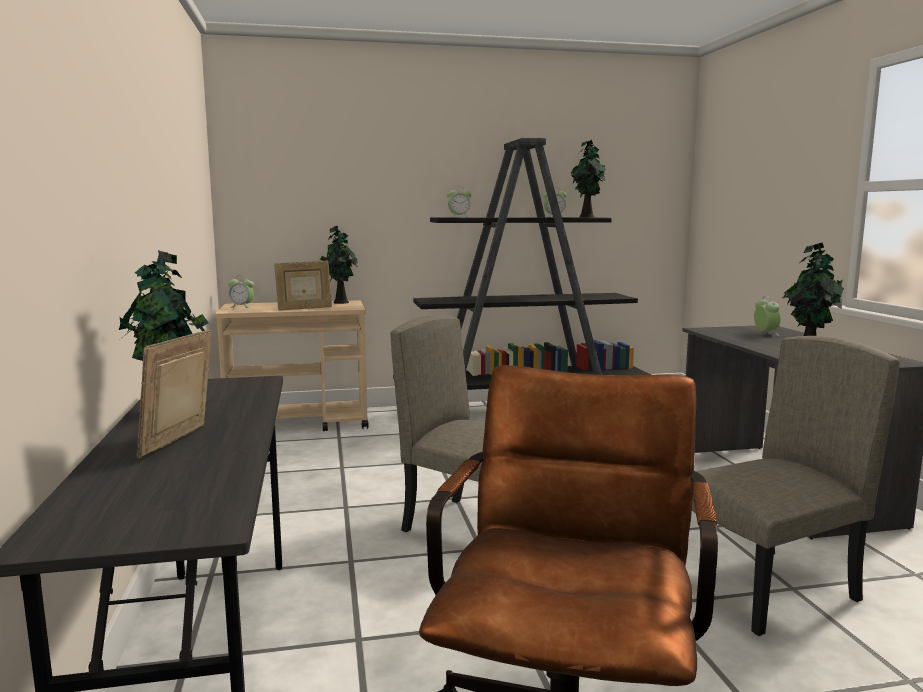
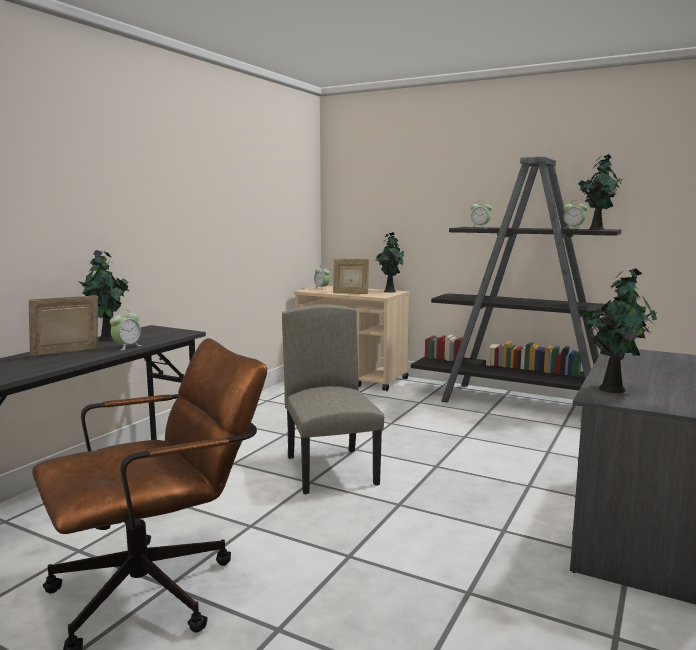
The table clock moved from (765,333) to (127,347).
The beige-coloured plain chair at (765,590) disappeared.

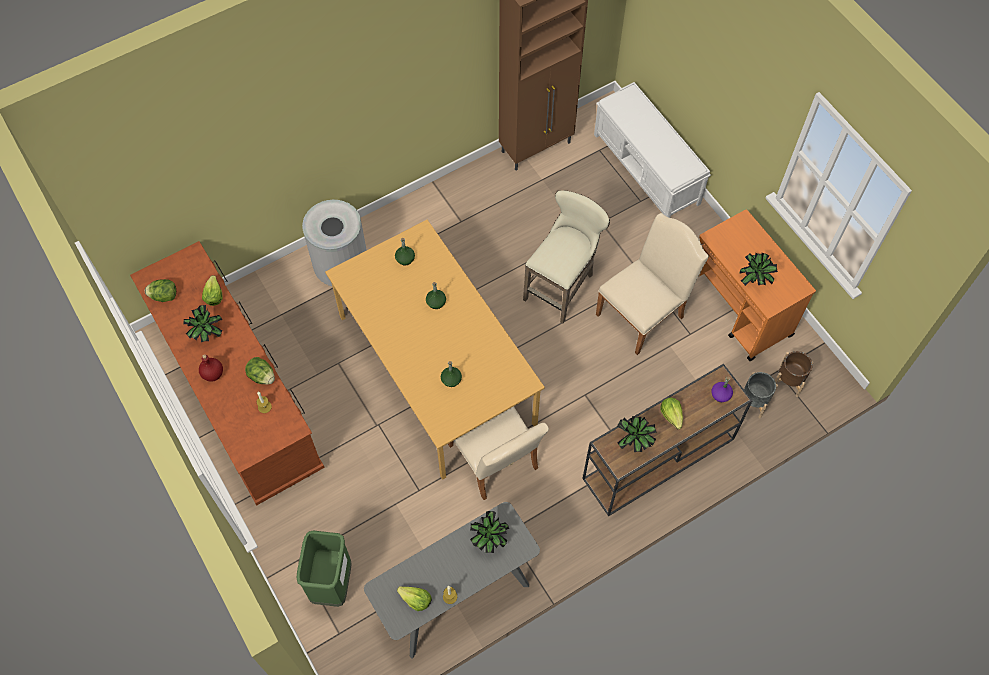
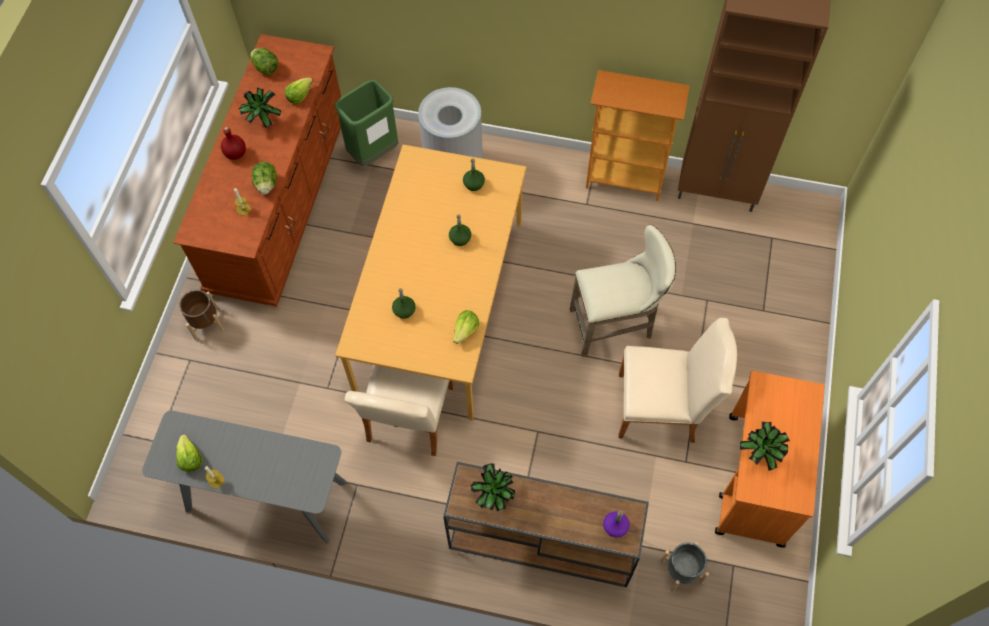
The brownish plant pot moved from (789,381) to (205,323).
The greenish waste bin moved from (332,584) to (373,153).
The lettuce moved from (672,415) to (465,331).
The bookshelf at (625,179) appeared.
The plant in a pot at (488,540) disappeared.
The white-coloured long seat at (647,169) disappeared.

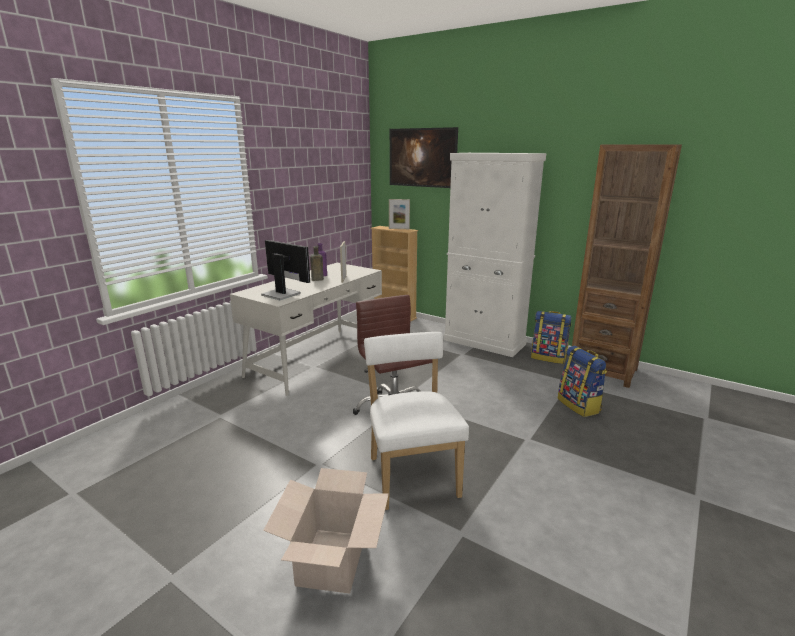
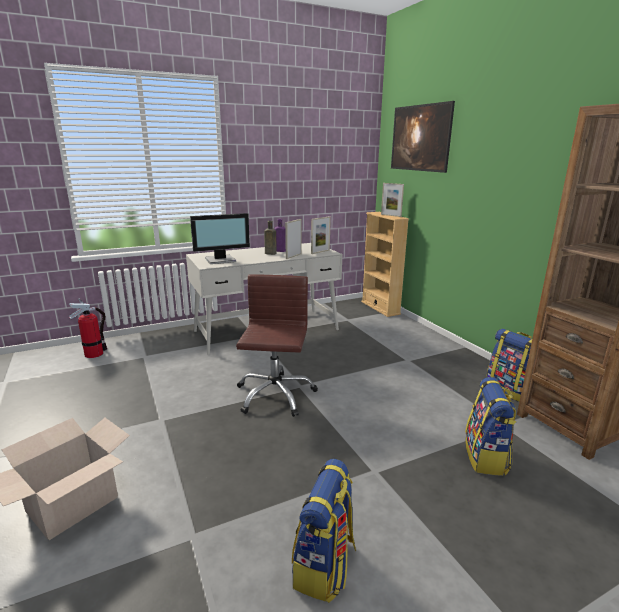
The fire-fighting cylinder at (94,354) appeared.
The computer display at (282,294) turned 90 degrees clockwise.
The backpack at (325,566) appeared.
The photo frame at (320,252) appeared.
The white-coloured plain chair at (412,473) disappeared.
The white-coloured cabinet at (484,342) disappeared.

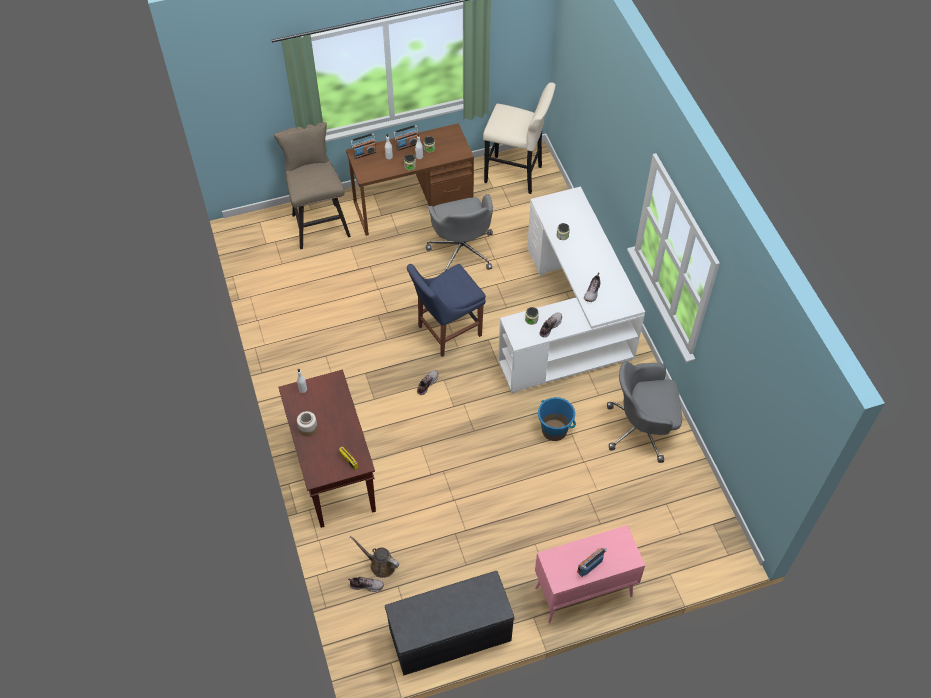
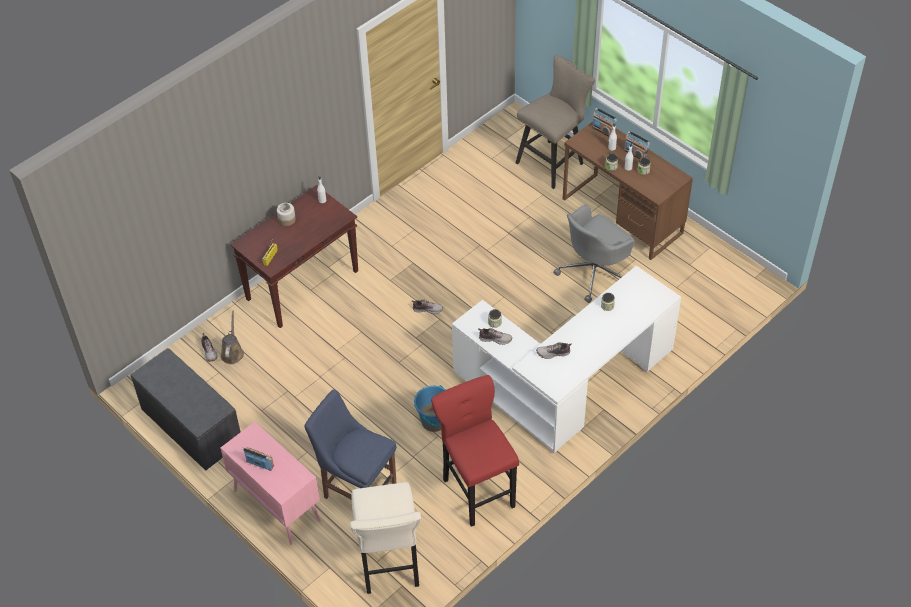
The bluish plain chair moved from (446,332) to (357,488).
The beige-coloured stool seat moved from (516,175) to (389,566).
The gray office chair at (642,428) was replaced by the red-coloured stool seat at (477,490).

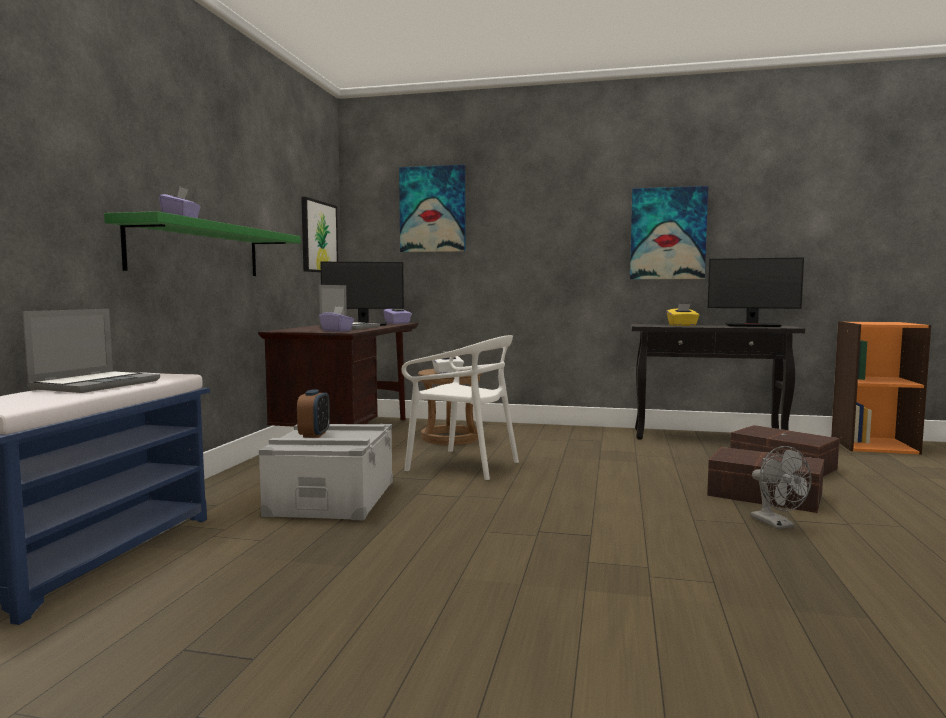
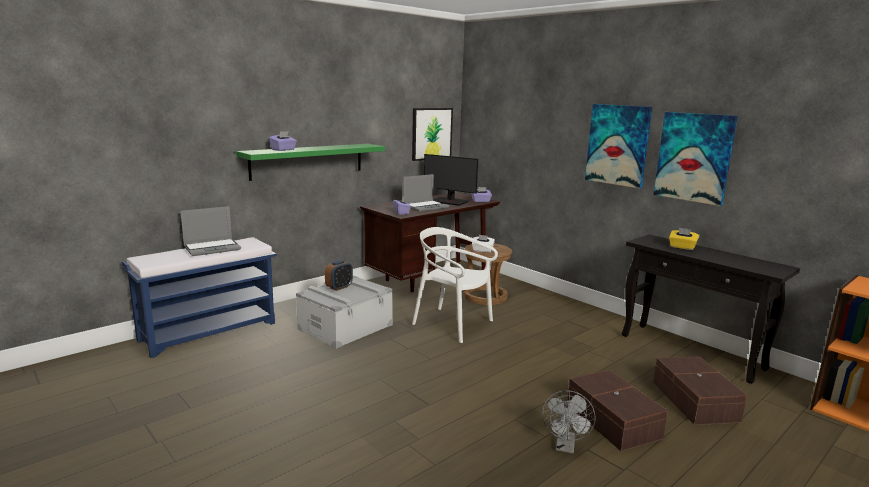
The white-coloured plain chair at (463,465) turned 150 degrees clockwise.
The wall picture moved from (432,209) to (617,145).
The computer display at (752,325) disappeared.

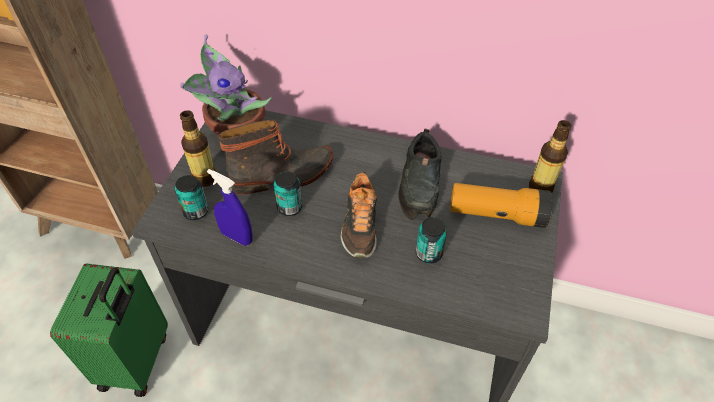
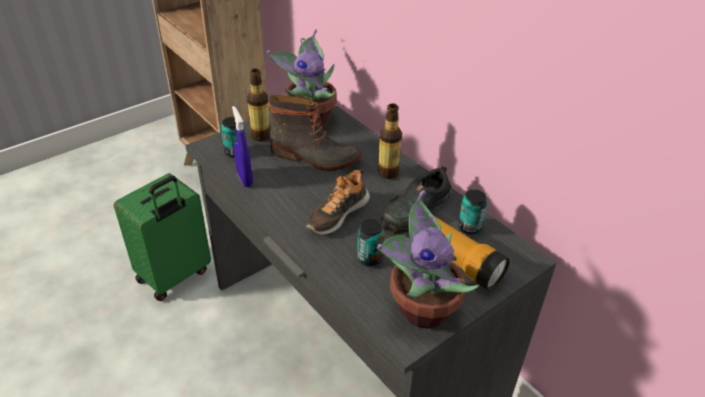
The bottle moved from (540,188) to (388,172).
The plant in a pot at (420,307) appeared.
The metal can moved from (289,207) to (469,227).

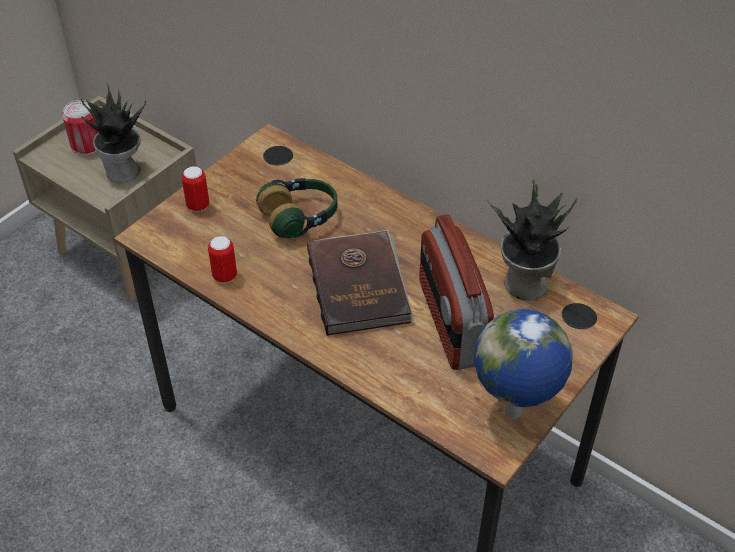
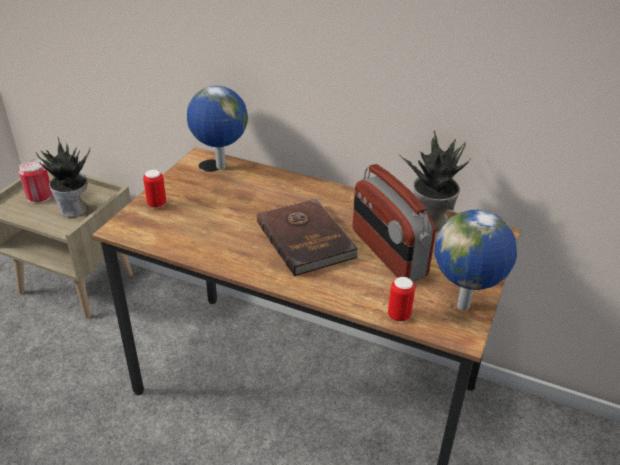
The desk globe at (220,167) appeared.
The metal can moved from (224,276) to (399,315).
The headset at (300,218) disappeared.

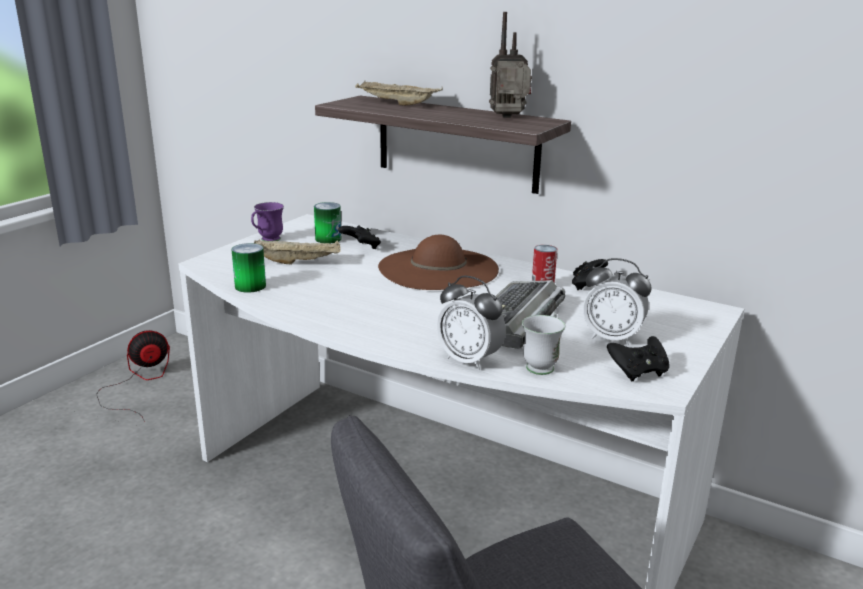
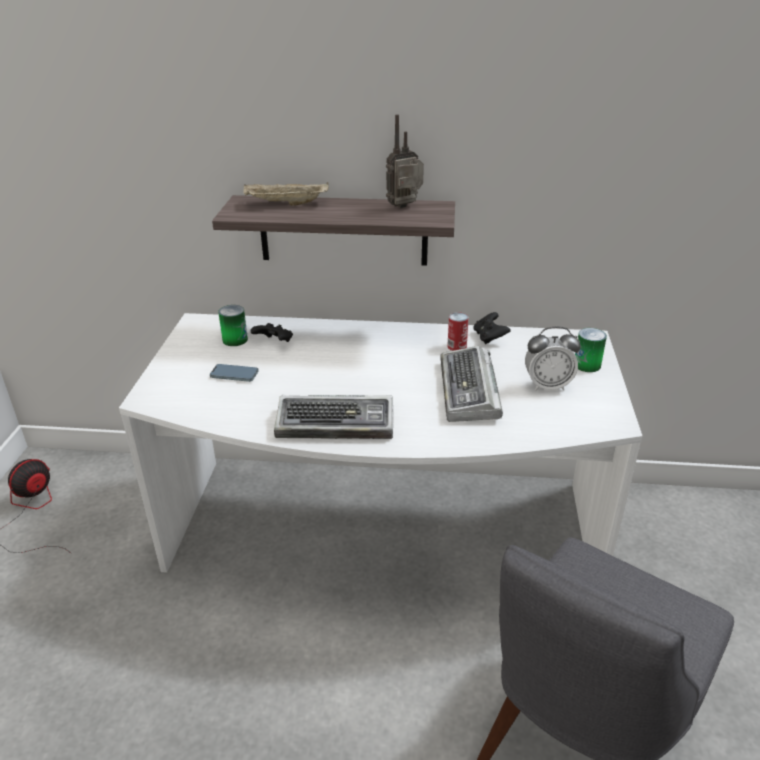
The beige-coloured serving tray at (298,262) was replaced by the telephone at (234,375).
The keyboard at (337,423) appeared.
The metal can moved from (250,286) to (587,365).
The purple-coloured mug at (267,240) disappeared.
The brownish hat at (438,269) disappeared.
The table clock at (469,360) disappeared.
The white-coloured mug at (542,365) disappeared.
The black-coloured joypad at (638,372) disappeared.

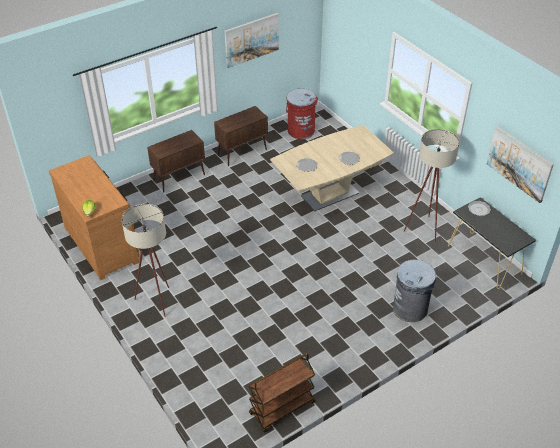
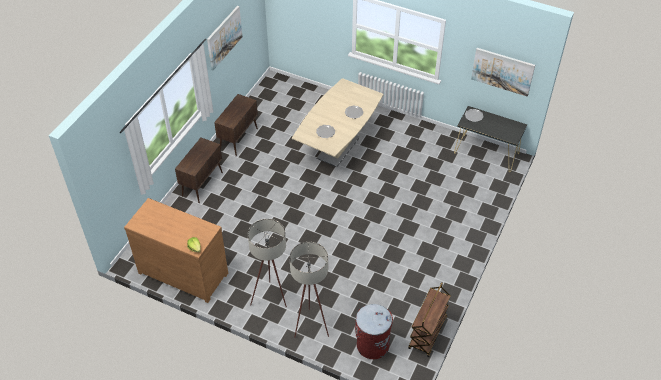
The beige-coloured standard lamp moved from (424,227) to (310,324).
The red-coloured waste bin moved from (301,130) to (372,345).
The gray waste bin at (410,309) disappeared.

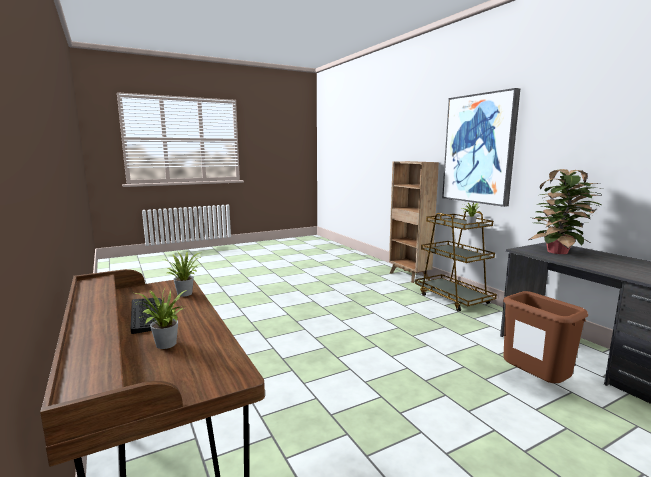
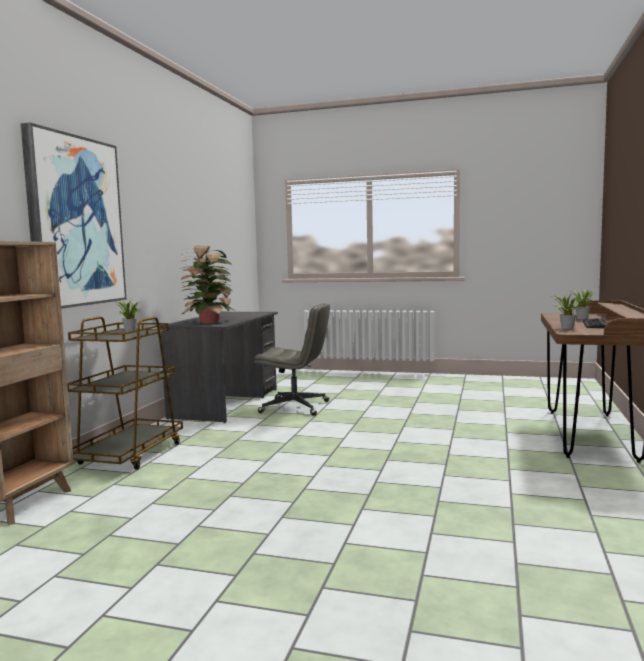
The brownish waste bin at (533,383) was replaced by the gray office chair at (296,407).

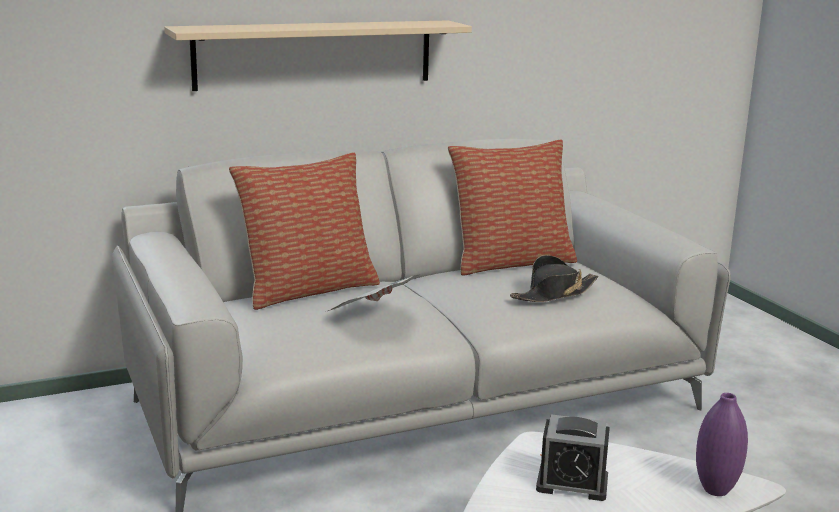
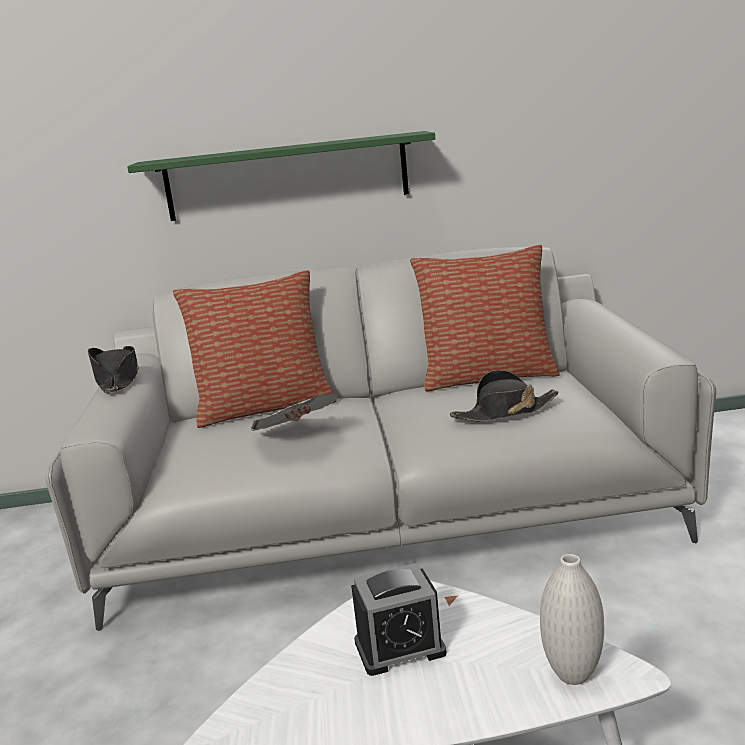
The black-coloured hat at (117,379) appeared.
The beige-coloured shelf at (314,54) became the greenish shelf at (287,177).
The table clock at (572,483) turned 45 degrees counterclockwise.
The purple-coloured decorative vase at (715,490) became the white-coloured decorative vase at (572,675).

